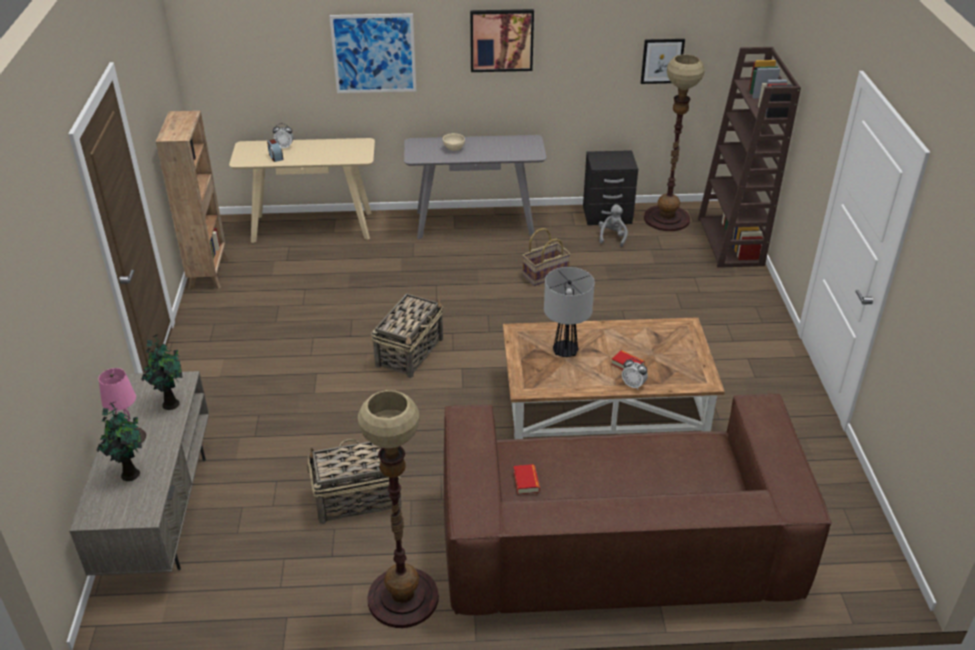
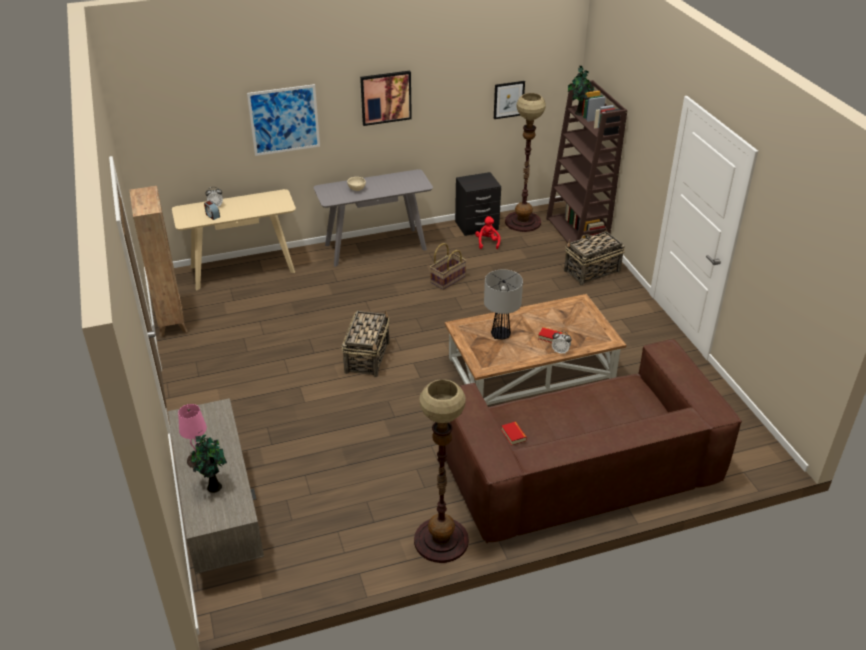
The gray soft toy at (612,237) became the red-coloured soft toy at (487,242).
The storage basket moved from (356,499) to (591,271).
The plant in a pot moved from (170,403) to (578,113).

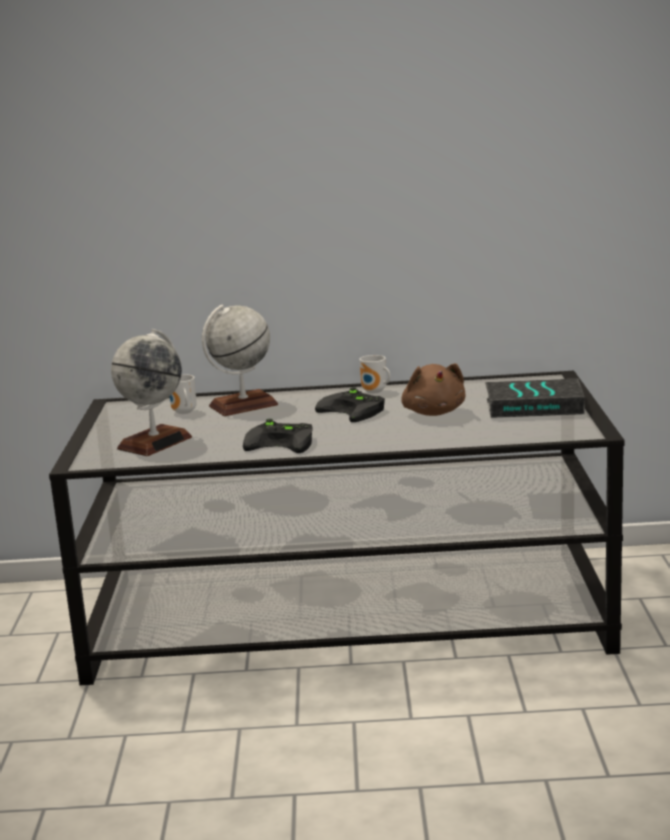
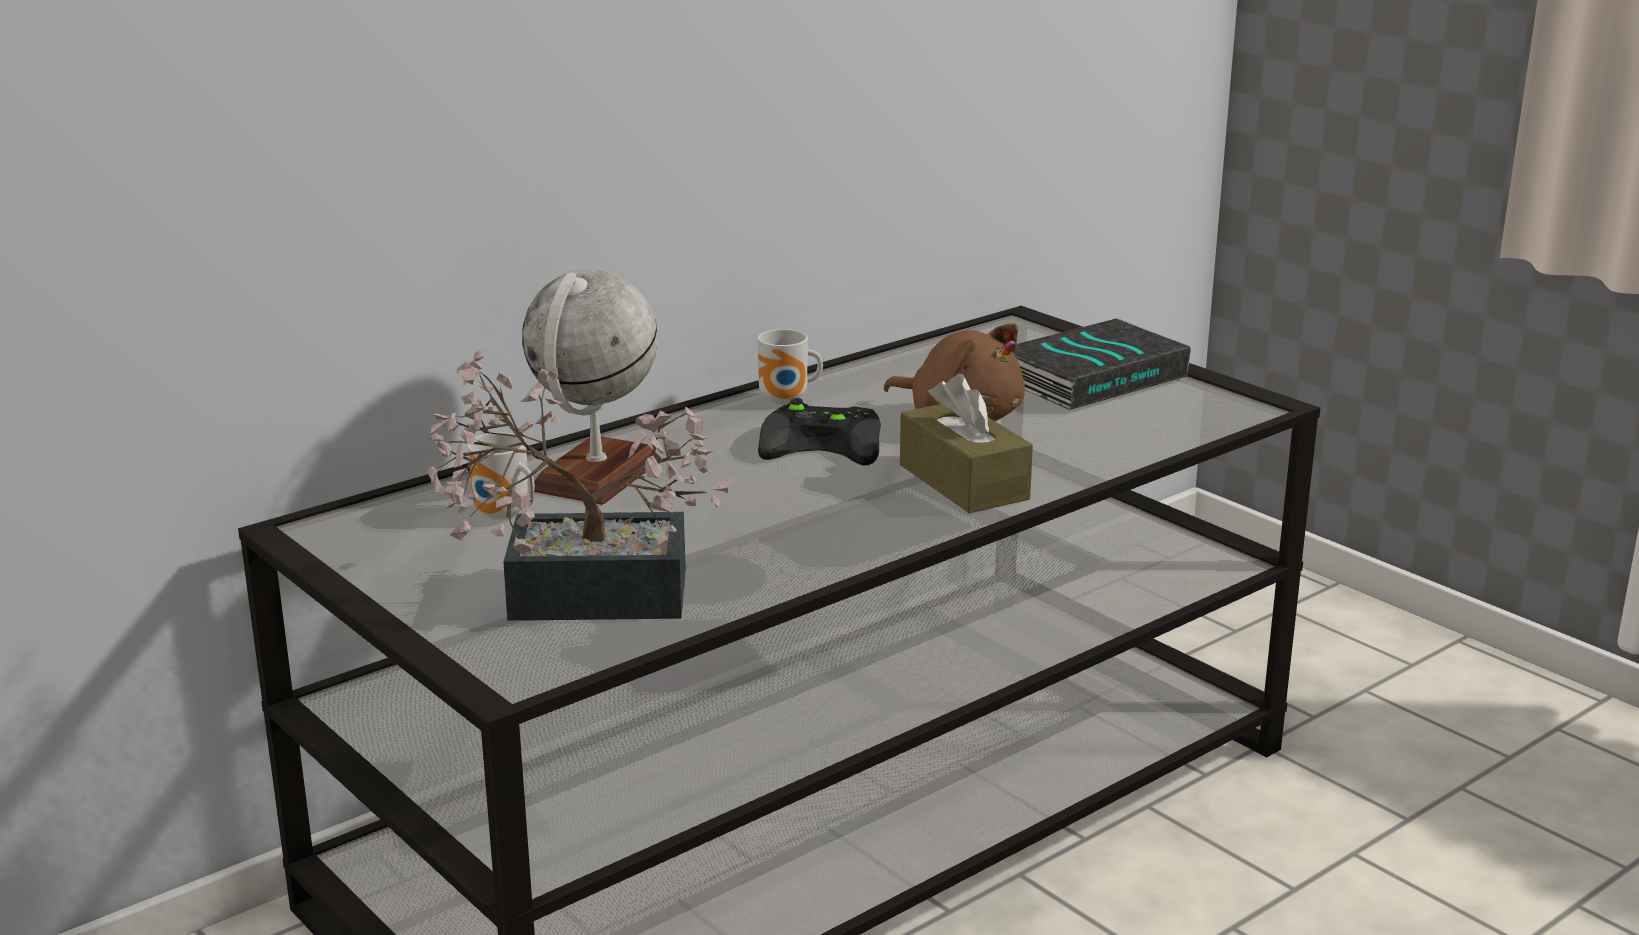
The desk globe at (155,443) was replaced by the plant in a pot at (575,592).
The brownish box of tissues at (963,482) appeared.
The black-coloured joypad at (284,442) disappeared.

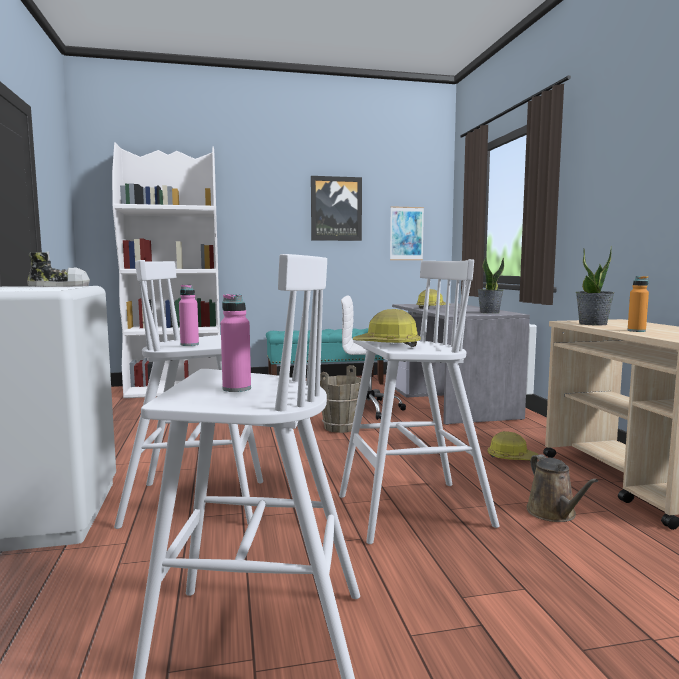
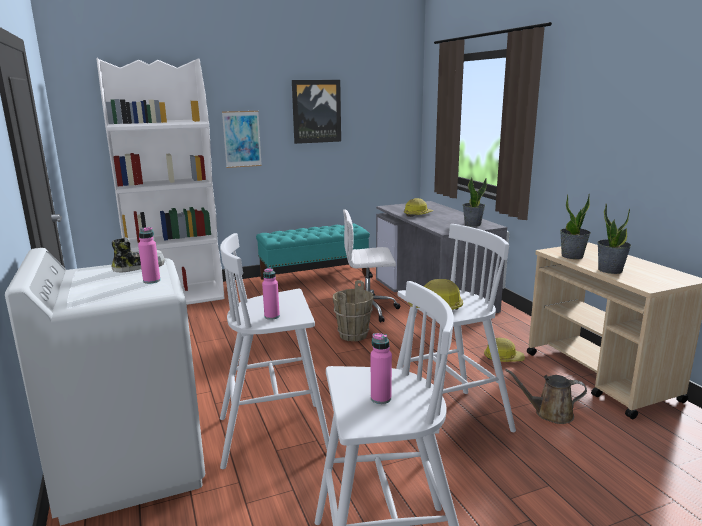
The pink bottle at (151,281) appeared.
The wall picture moved from (406,233) to (242,139).
The brownish sprinkling can at (554,513) turned 120 degrees clockwise.
The orangey bottle at (636,331) was replaced by the plant in a pot at (610,270).

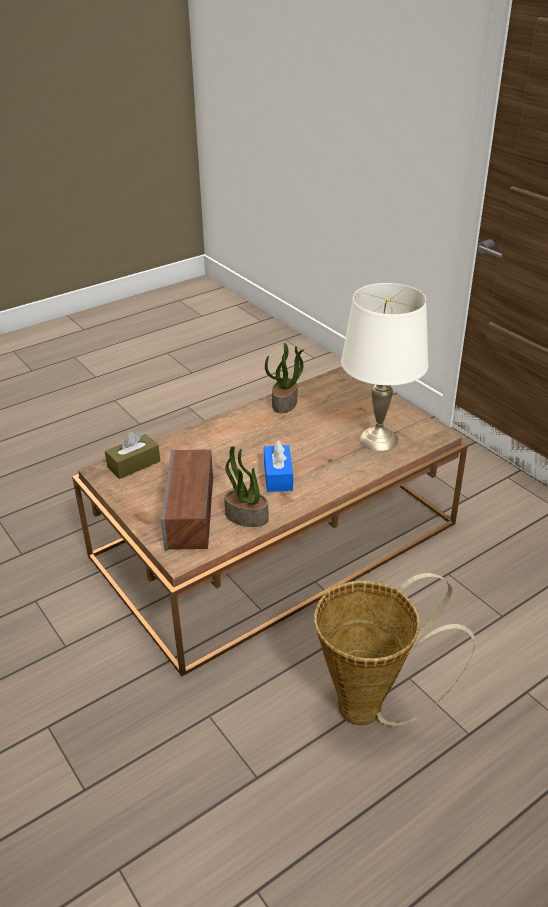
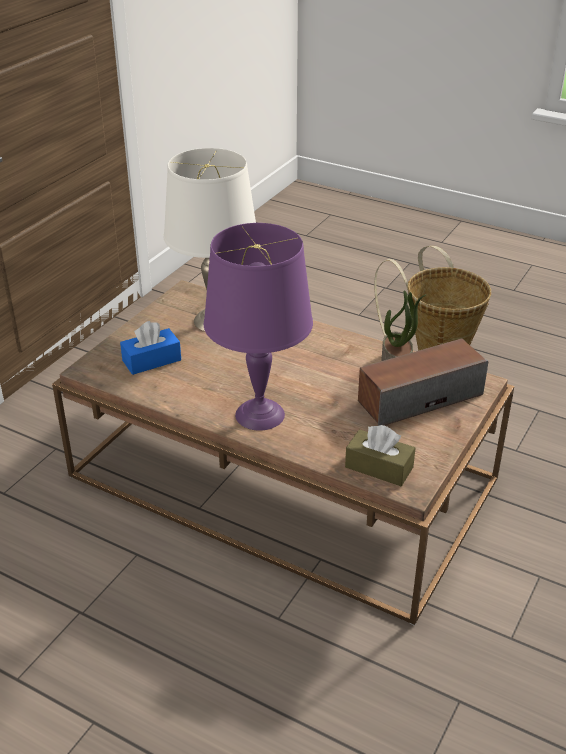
The bluish box of tissues moved from (278,476) to (151,360).
The purple-coloured table lamp at (259,415) appeared.
The plant in a pot at (285,403) disappeared.

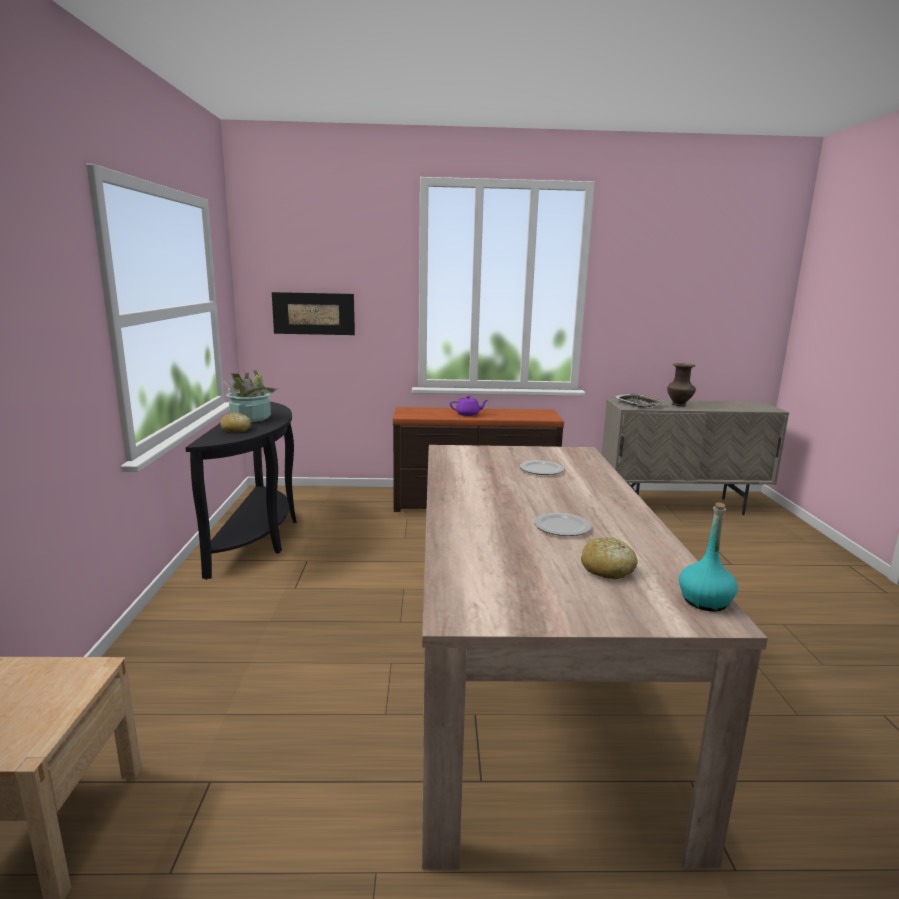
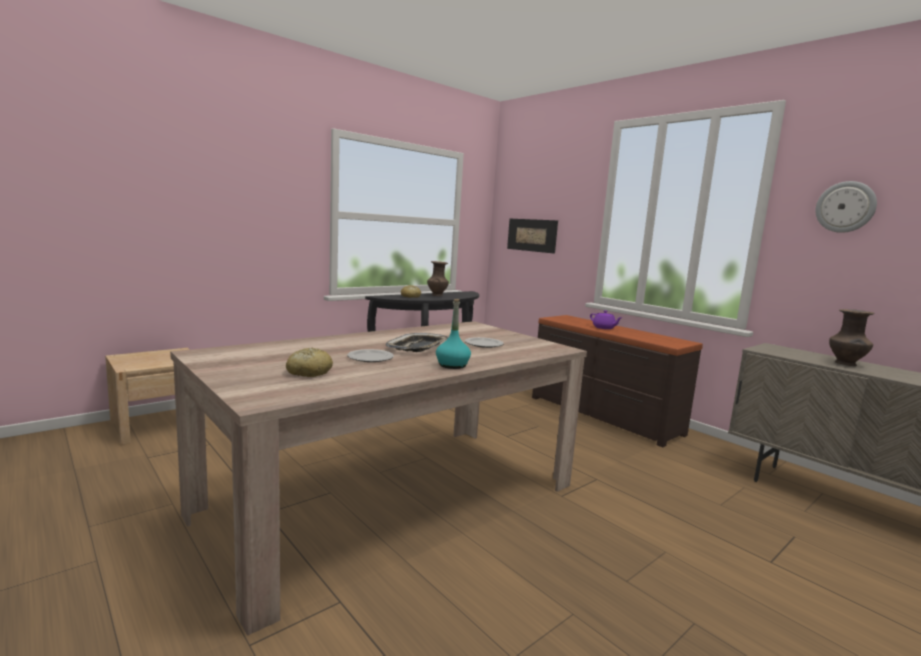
The serving tray moved from (637,404) to (418,347).
The plant in a pot at (250,418) was replaced by the brownish decorative vase at (437,295).
The turquoise bottle moved from (705,601) to (452,365).
The clock on the wall at (845,207) appeared.

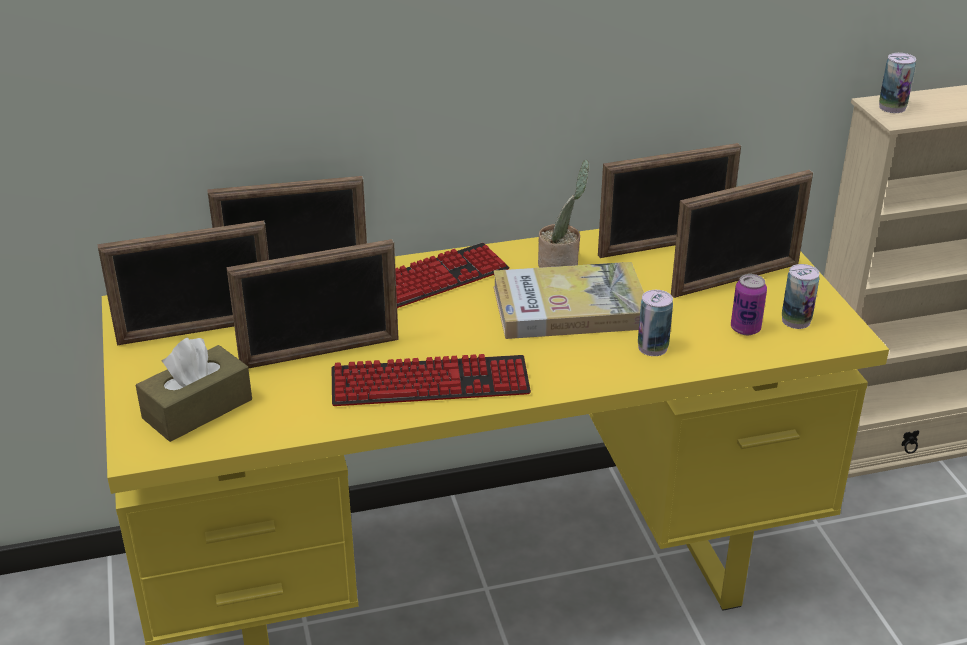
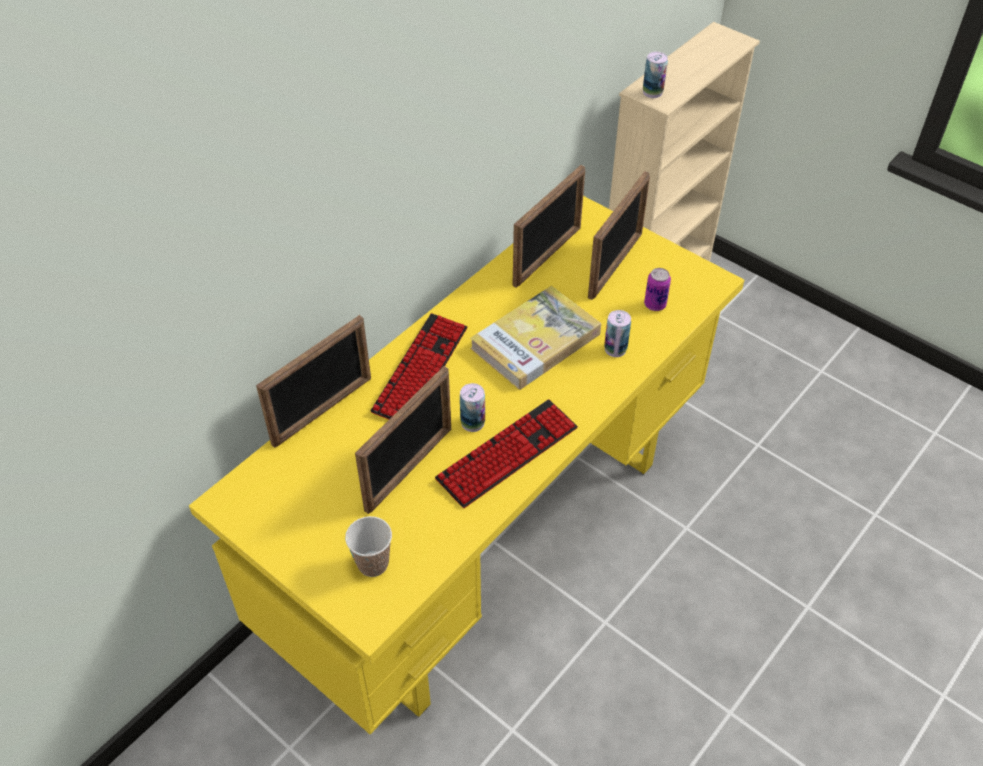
The brownish box of tissues at (197,409) was replaced by the drinking cup at (373,564).
The metal can moved from (796,321) to (472,423).
The photo frame at (197,331) disappeared.
The plant in a pot at (561,264) disappeared.

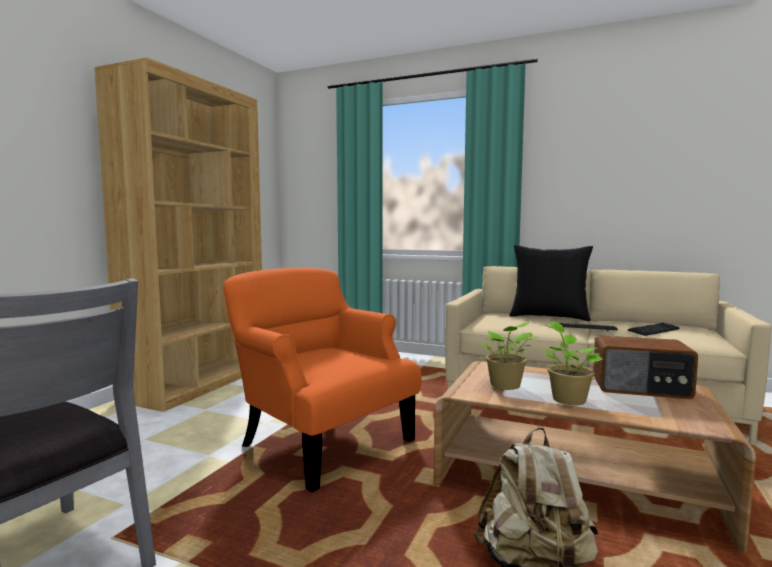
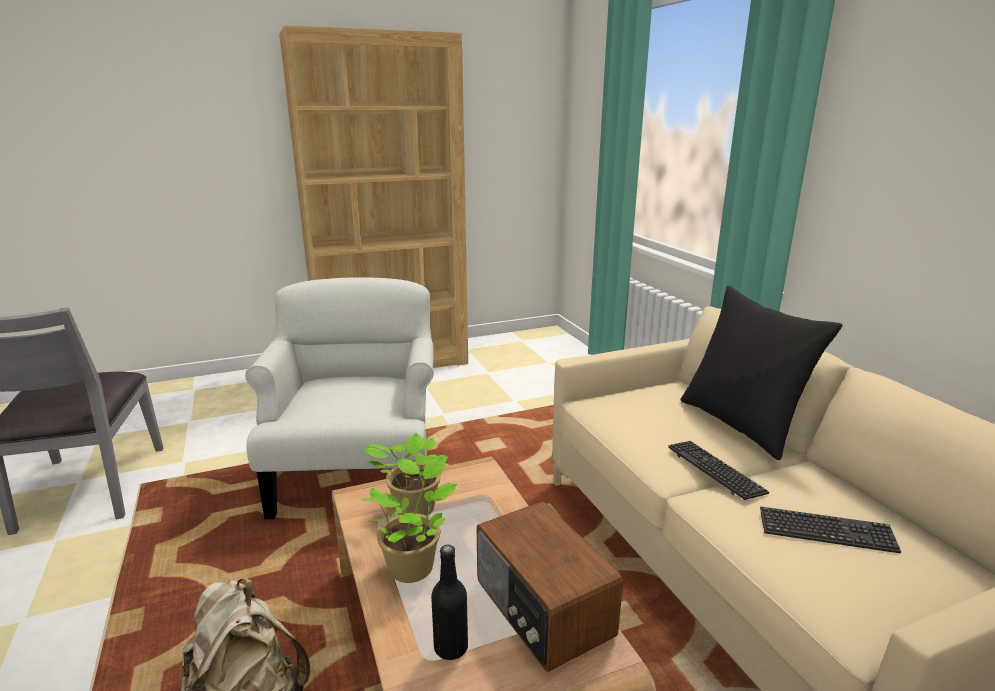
The orangey easy chair at (322,442) became the white-coloured easy chair at (357,474).
The black-coloured bottle at (451,647) appeared.

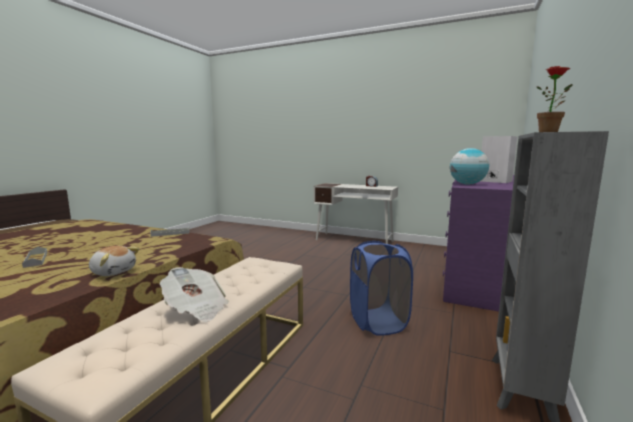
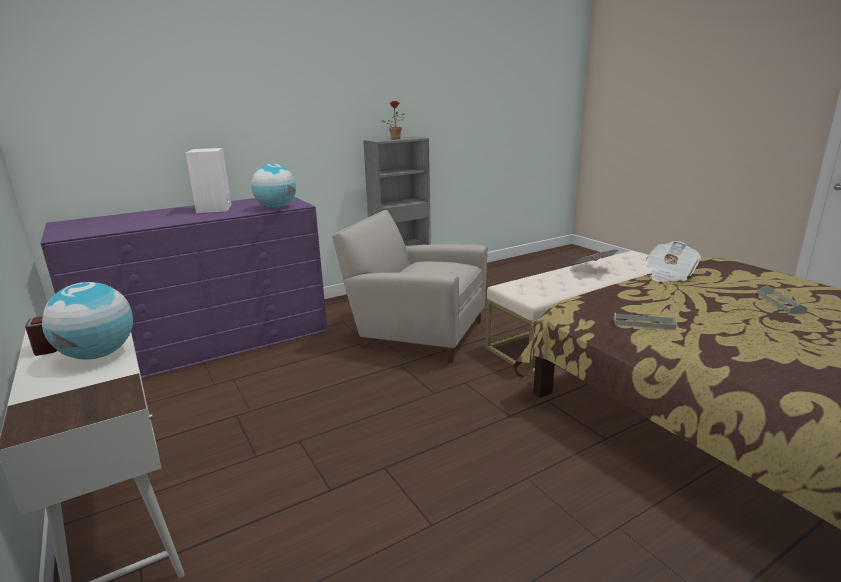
The desk globe at (98,354) appeared.
The bluish hamper at (378,322) was replaced by the beige-coloured easy chair at (416,333).
The soft toy at (113,271) was replaced by the printed paper at (669,275).

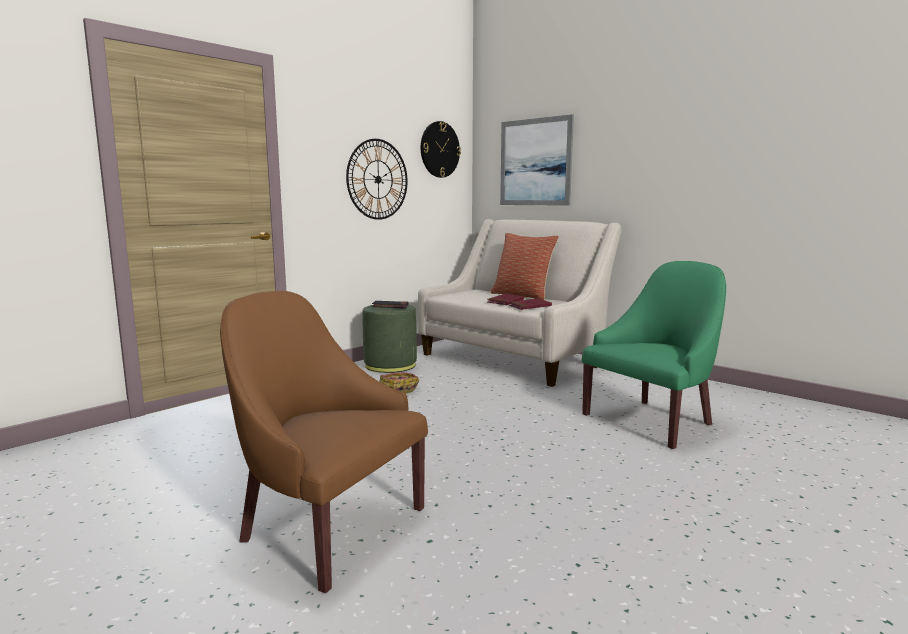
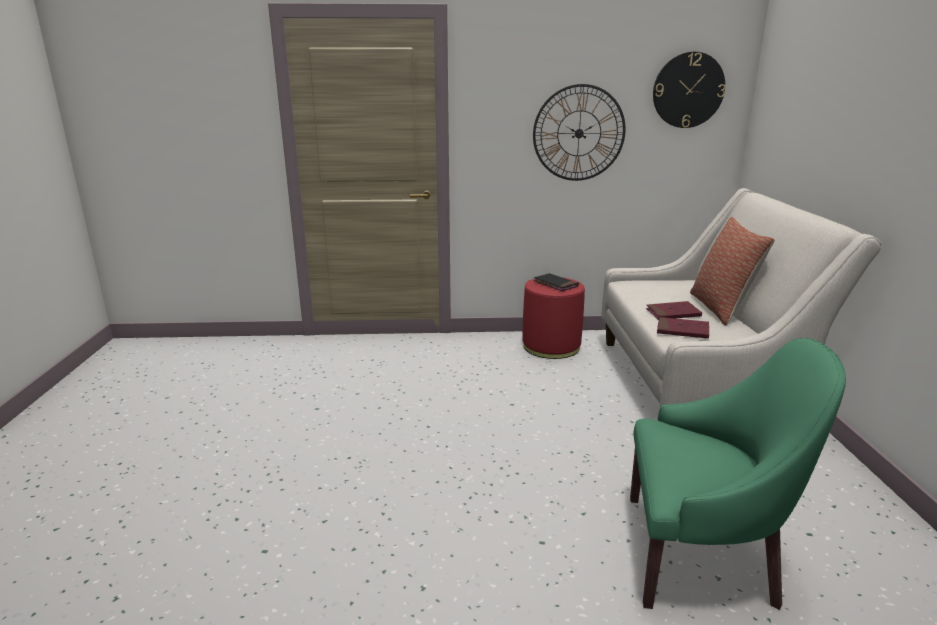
The greenish footrest at (390,365) became the red-coloured footrest at (551,346).
The brownish easy chair at (327,527) disappeared.
The storage basket at (399,388) disappeared.
The wall picture at (535,162) disappeared.

